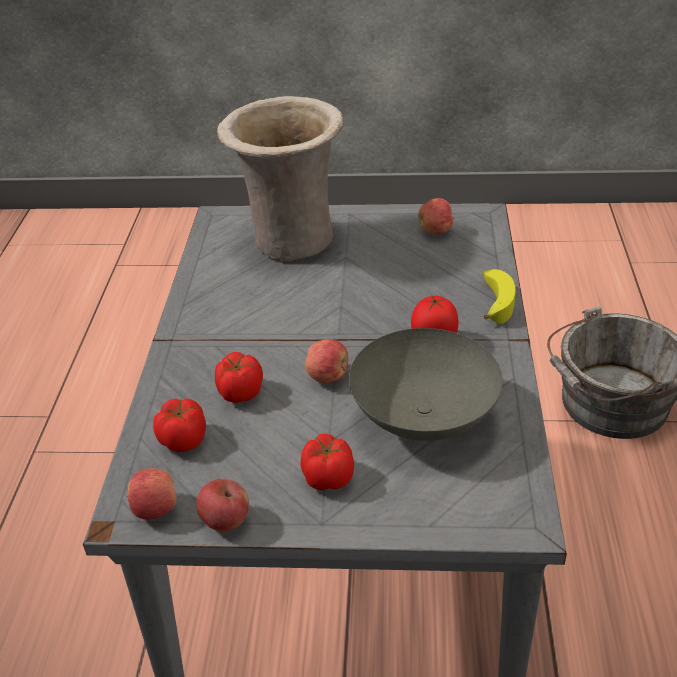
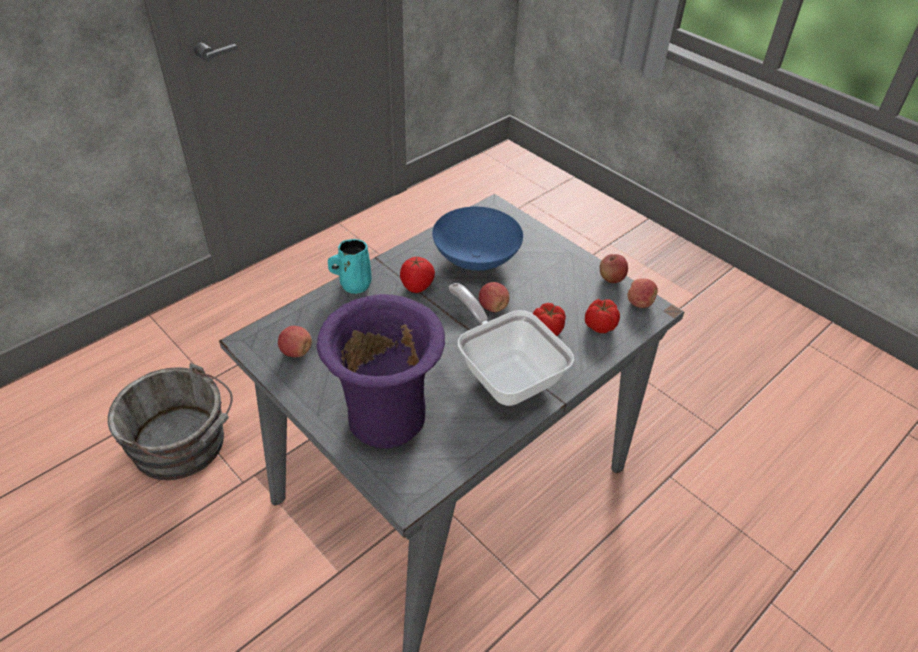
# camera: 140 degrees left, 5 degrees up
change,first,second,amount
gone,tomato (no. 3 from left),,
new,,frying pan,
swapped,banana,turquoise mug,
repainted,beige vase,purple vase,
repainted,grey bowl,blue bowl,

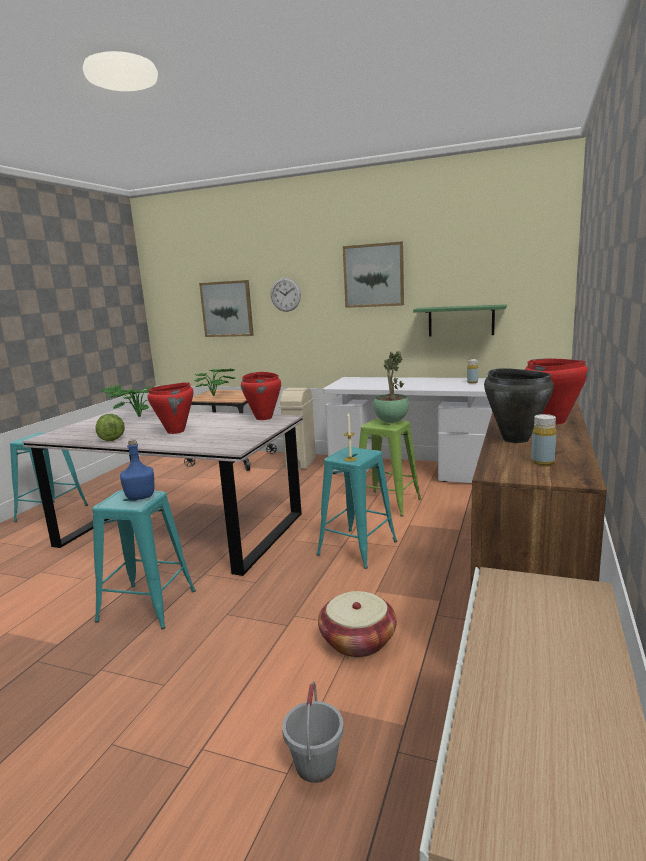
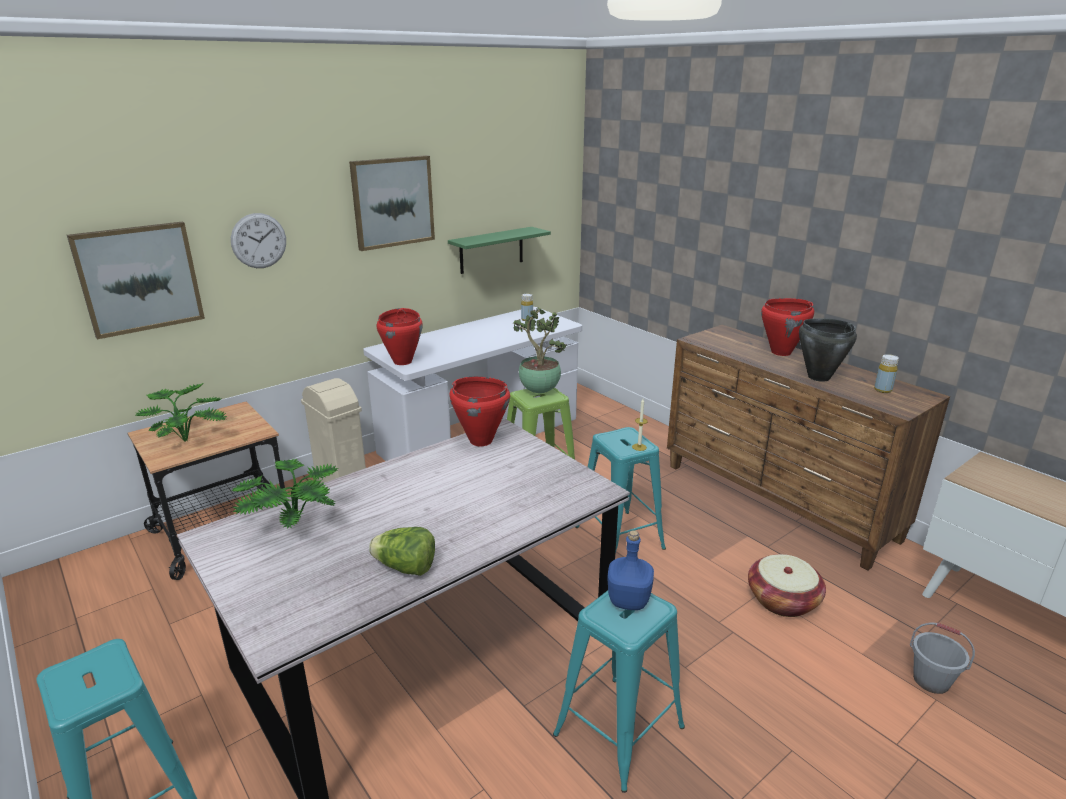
# camera: 60 degrees left, 10 degrees up
change,first,second,amount
shifted,red cooking pot (no. 1 from left),,

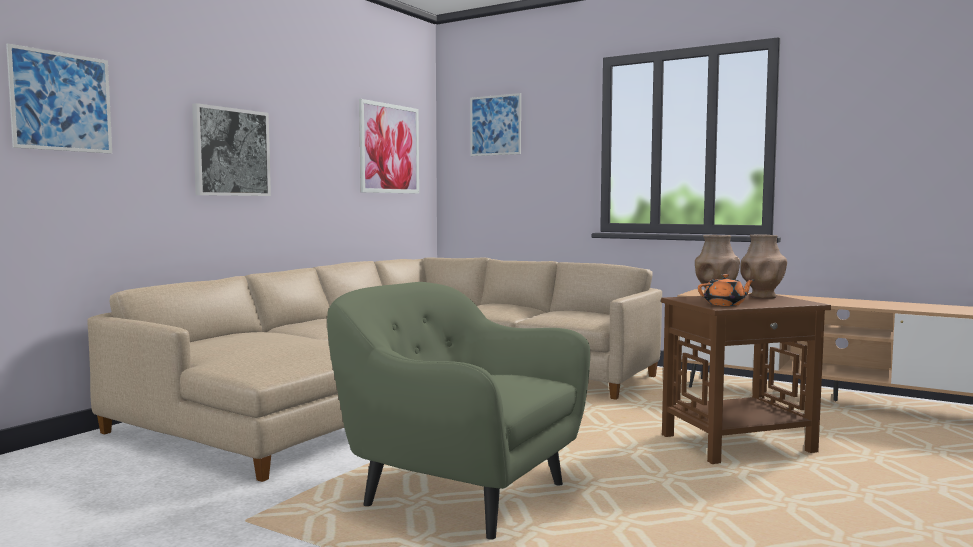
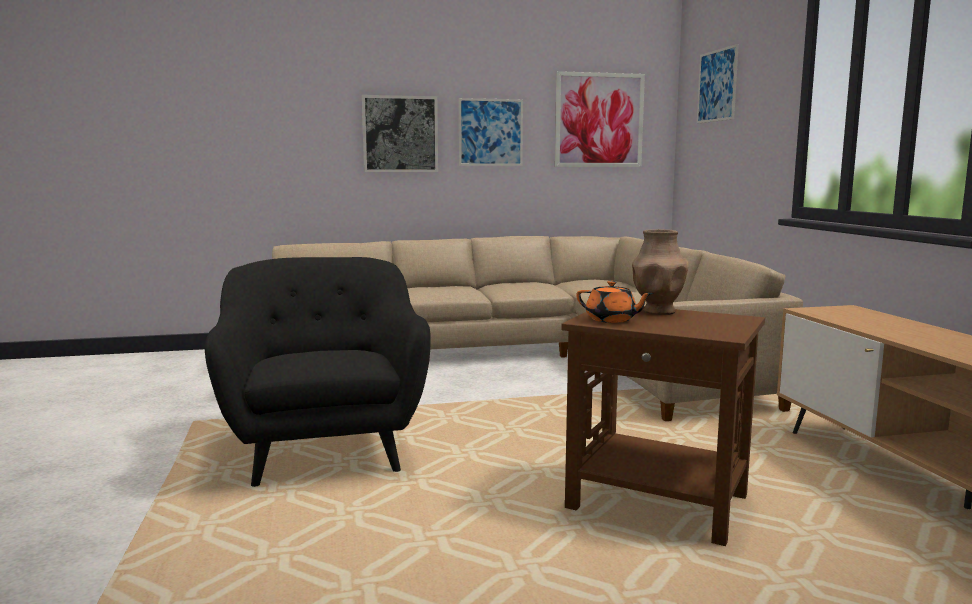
# camera: 45 degrees right, 5 degrees up
change,first,second,amount
gone,brown vase (no. 2 from left),,
shifted,picture (no. 1 from left in the first image),picture (no. 2 from left),
repainted,green armchair,black armchair,

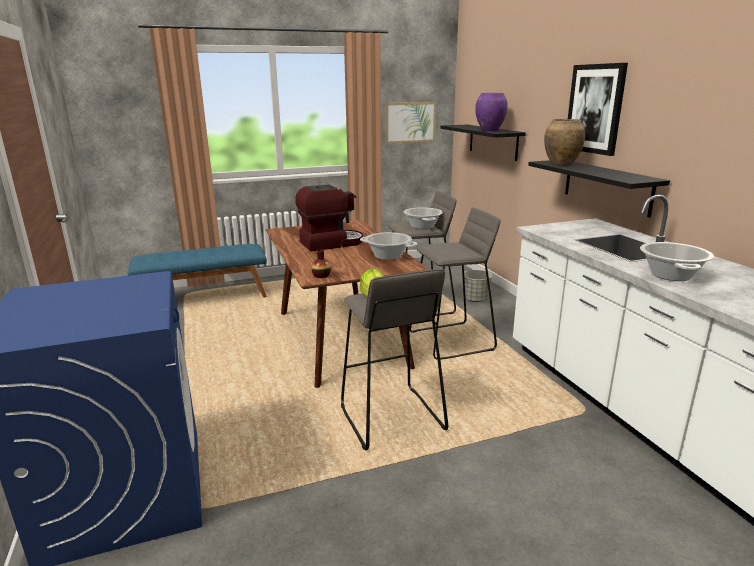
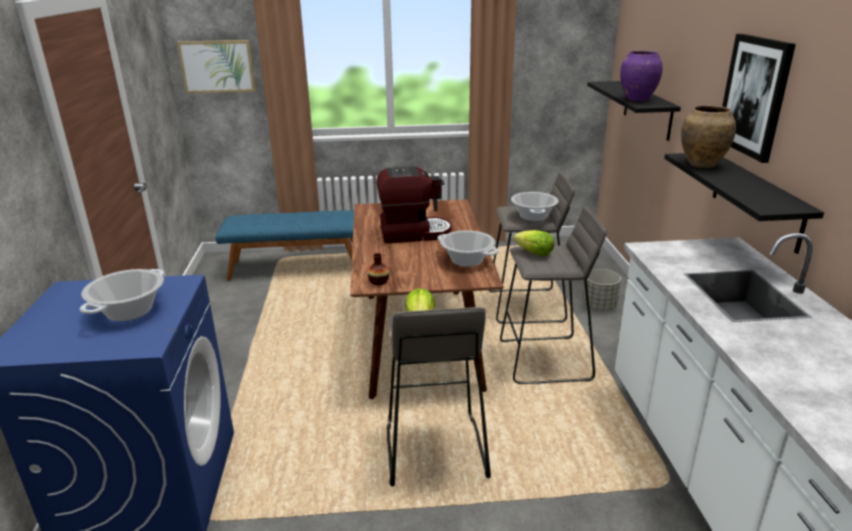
# camera: 15 degrees right, 5 degrees up
change,first,second,amount
new,,lettuce (no. 2 from left),
shifted,picture (no. 1 from left),,
shifted,cooking pot (no. 3 from left in the first image),cooking pot (no. 1 from left),

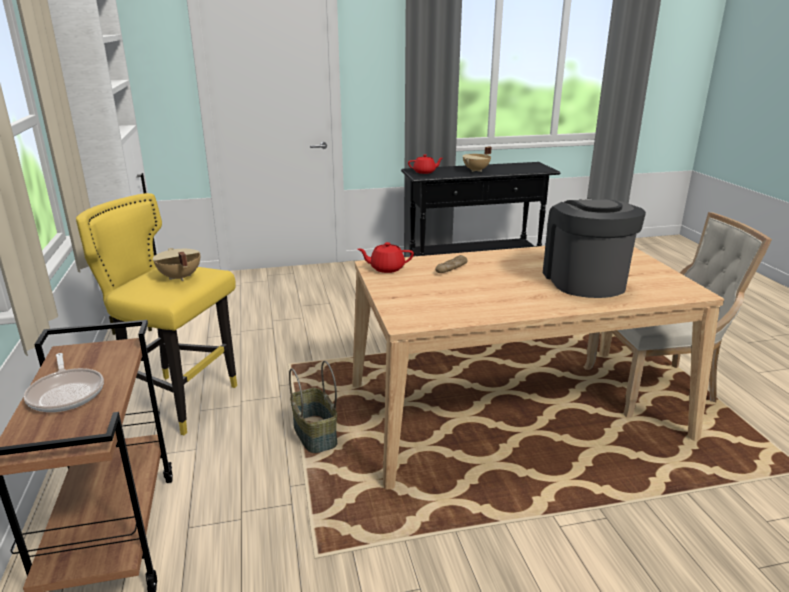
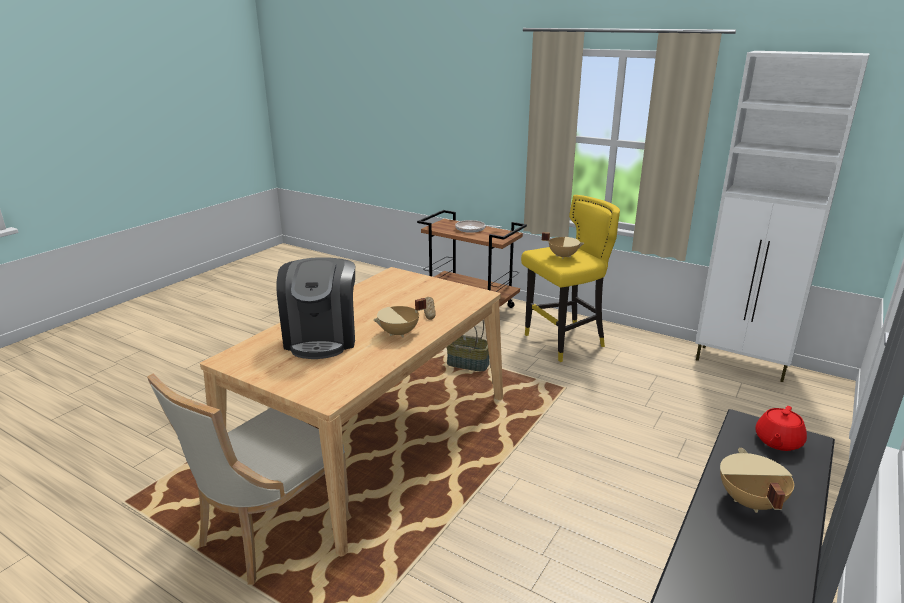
# camera: 135 degrees right, 0 degrees up
change,first,second,amount
gone,red teapot (no. 1 from left),,
new,,beige cooking pot (no. 1 from left),
rotated,coffee machine,,45 degrees clockwise

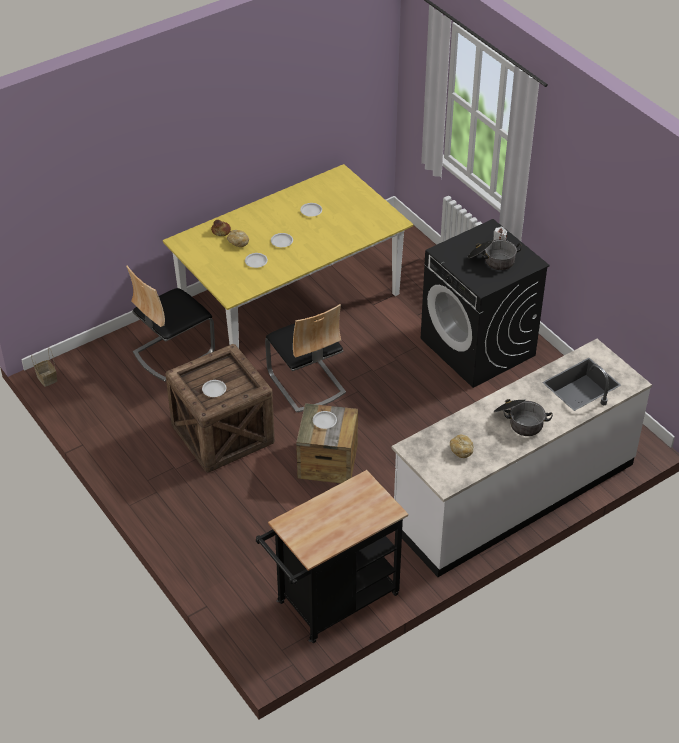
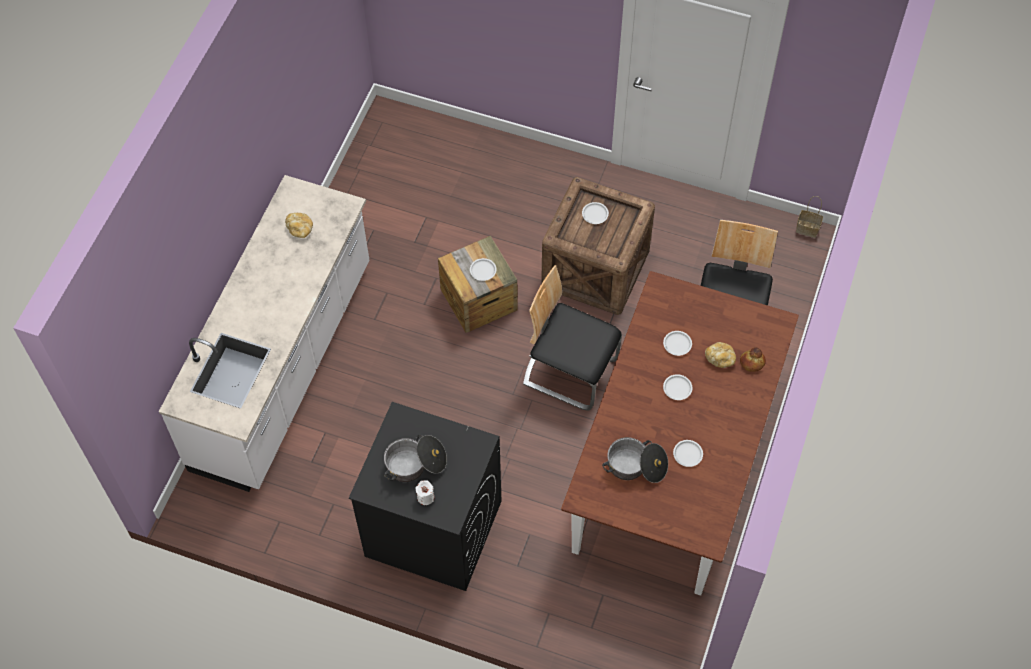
# camera: 145 degrees right, 15 degrees up
change,first,second,amount
gone,black cart,,
shifted,cooking pot (no. 2 from left),,
repainted,yellow dining table,brown dining table,

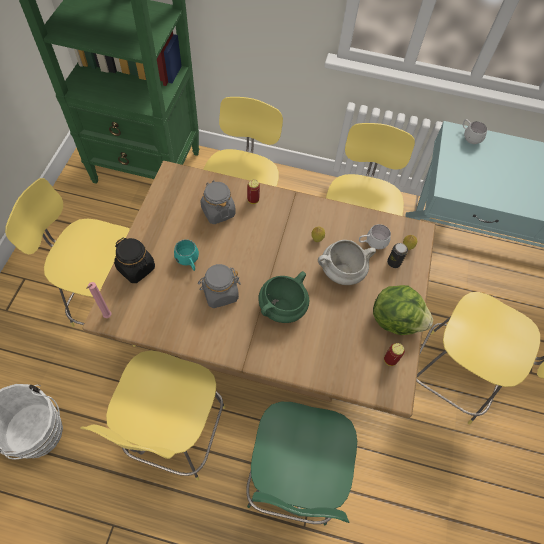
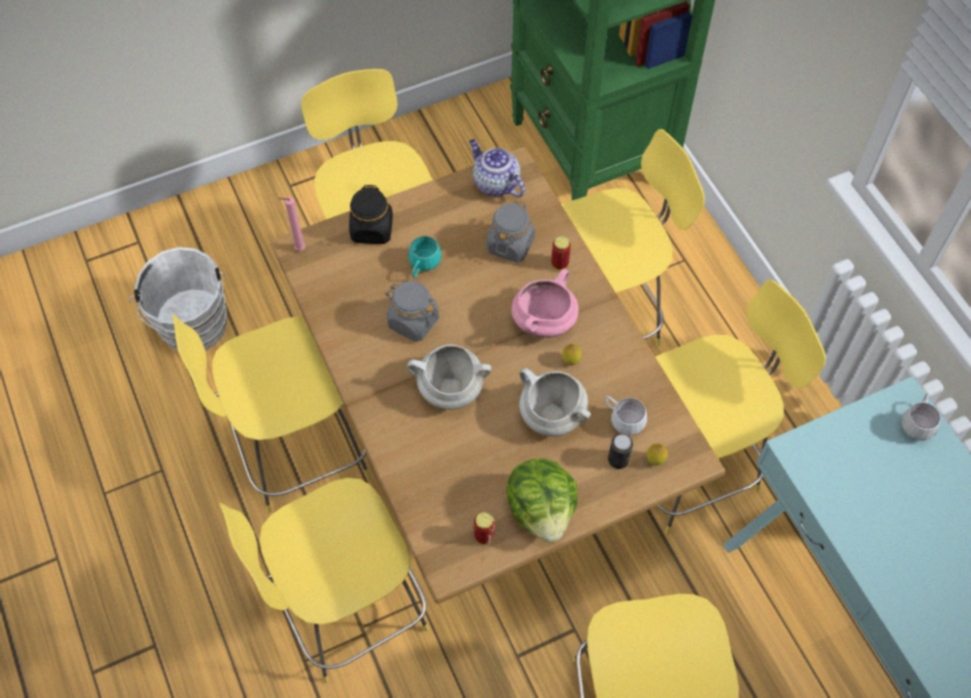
# camera: 55 degrees right, 0 degrees up
change,first,second,amount
new,,teapot,
new,,pink cooking pot,
repainted,green stool,yellow stool (no. 2 from left),
repainted,green cooking pot,white cooking pot (no. 1 from left),

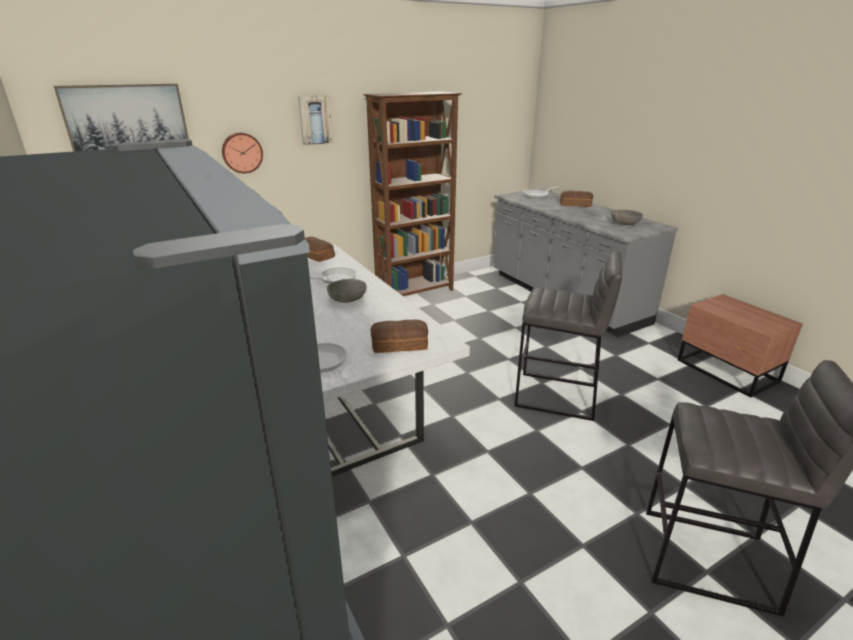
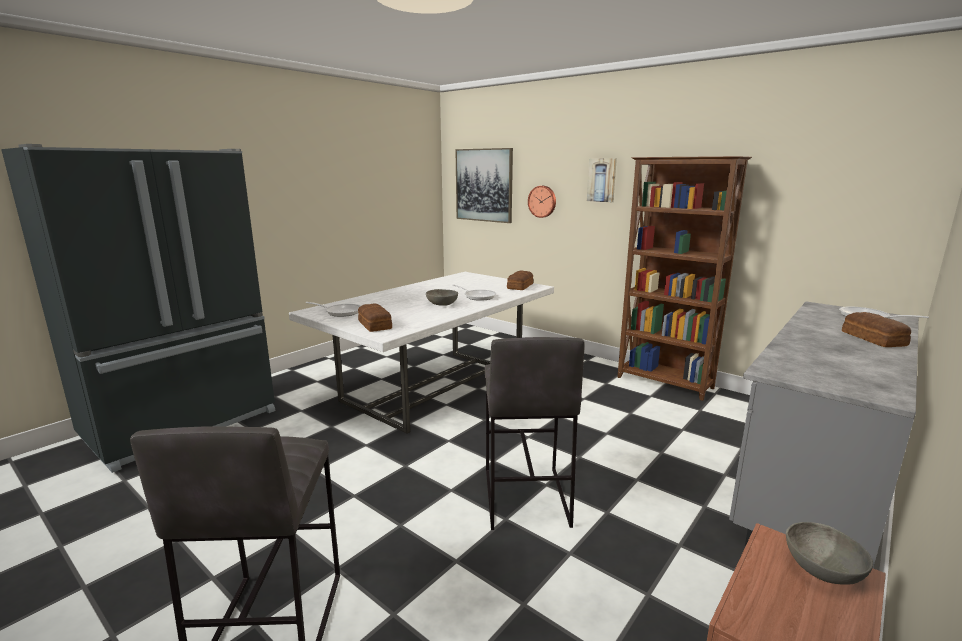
# camera: 70 degrees right, 10 degrees down
change,first,second,amount
shifted,grey bowl (no. 2 from left),,

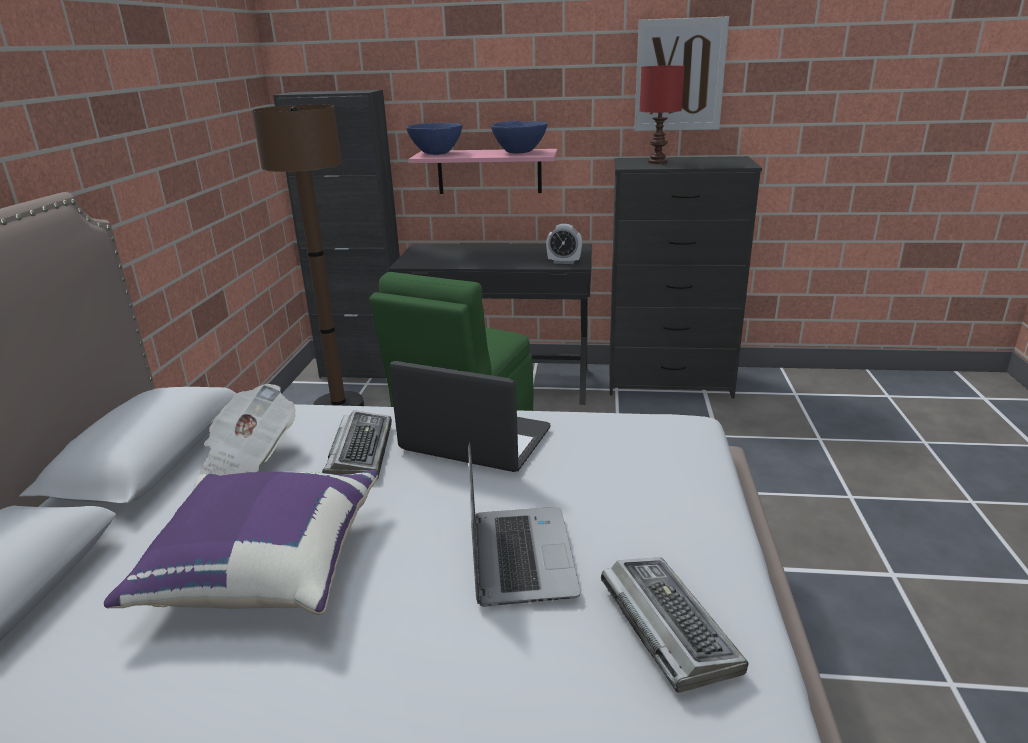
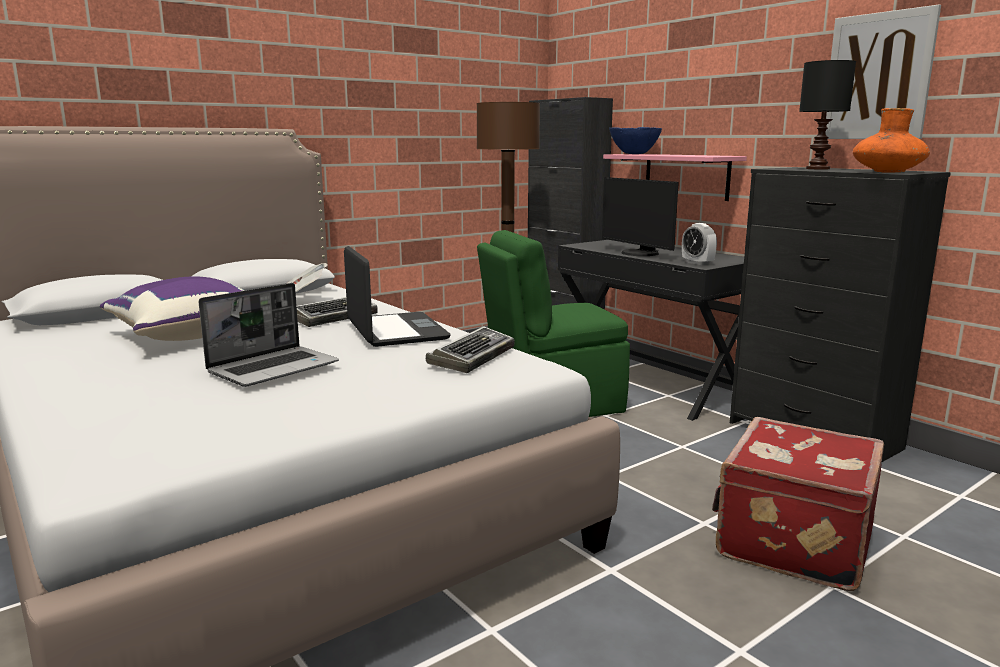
# camera: 45 degrees right, 10 degrees down
change,first,second,amount
gone,blue bowl (no. 2 from left),,
new,,monitor,
new,,red suitcase,
new,,orange vase,
shifted,keyboard (no. 2 from left),,
repainted,red table lamp,black table lamp,

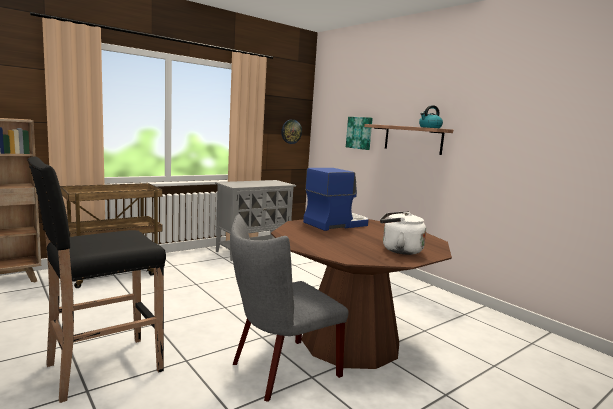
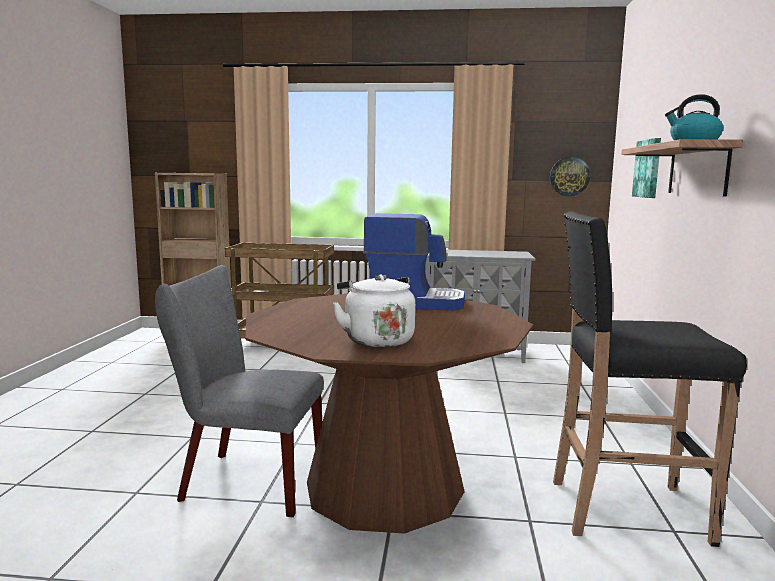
# camera: 45 degrees right, 0 degrees up
change,first,second,amount
shifted,black stool,,

